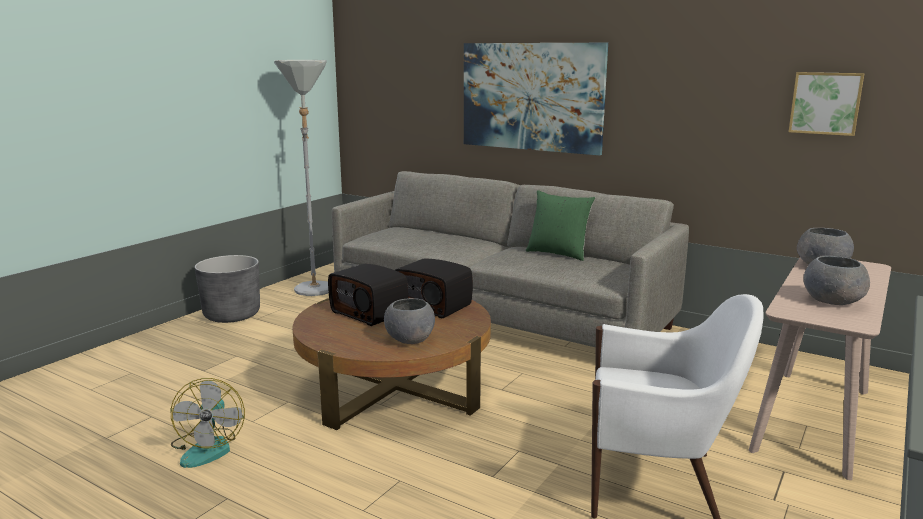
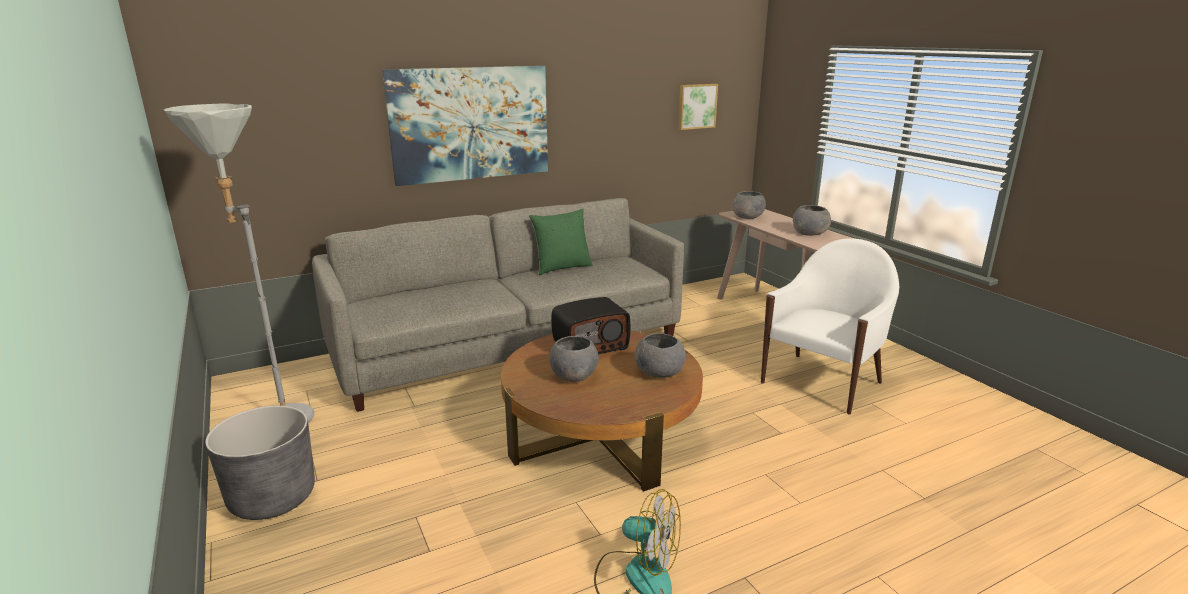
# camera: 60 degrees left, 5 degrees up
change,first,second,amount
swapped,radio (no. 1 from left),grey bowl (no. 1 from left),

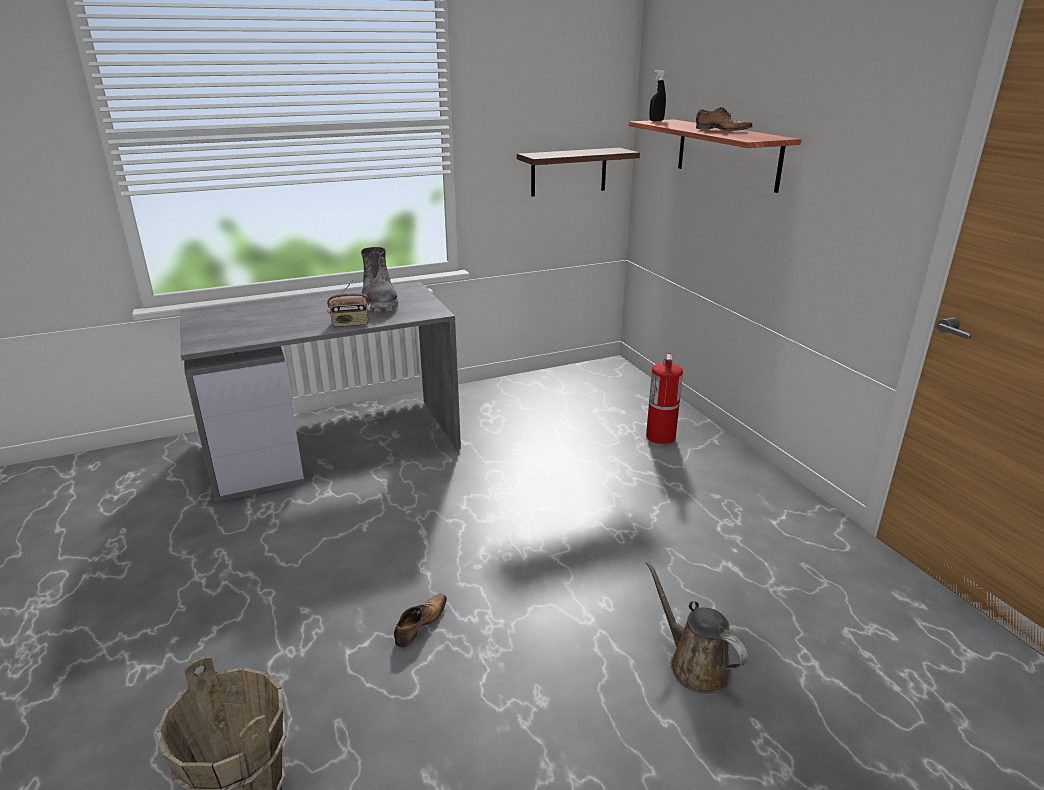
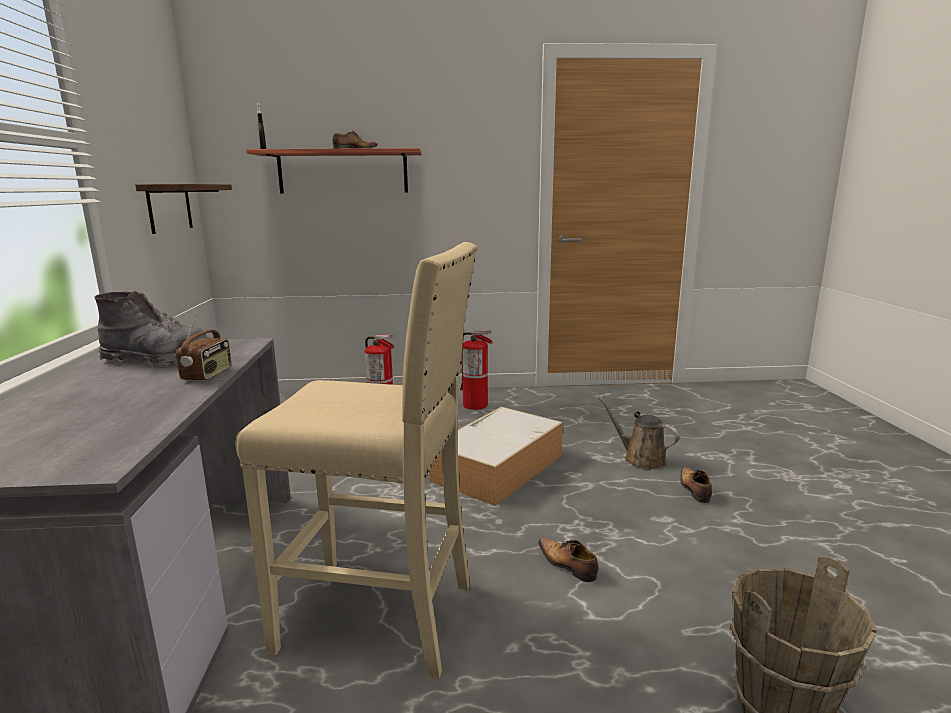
# camera: 70 degrees left, 10 degrees down
change,first,second,amount
new,,beige stool,
new,,storage box,
new,,fire extinguisher (no. 2 from left),
new,,shoe (no. 3 from left),
rotated,brown watering can,,60 degrees clockwise

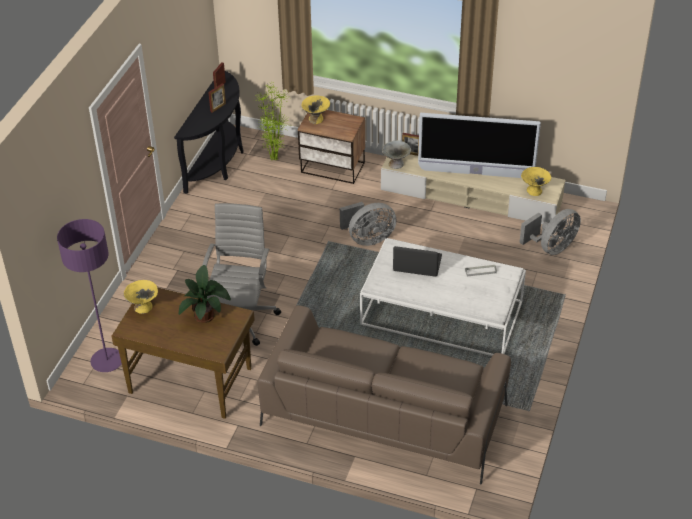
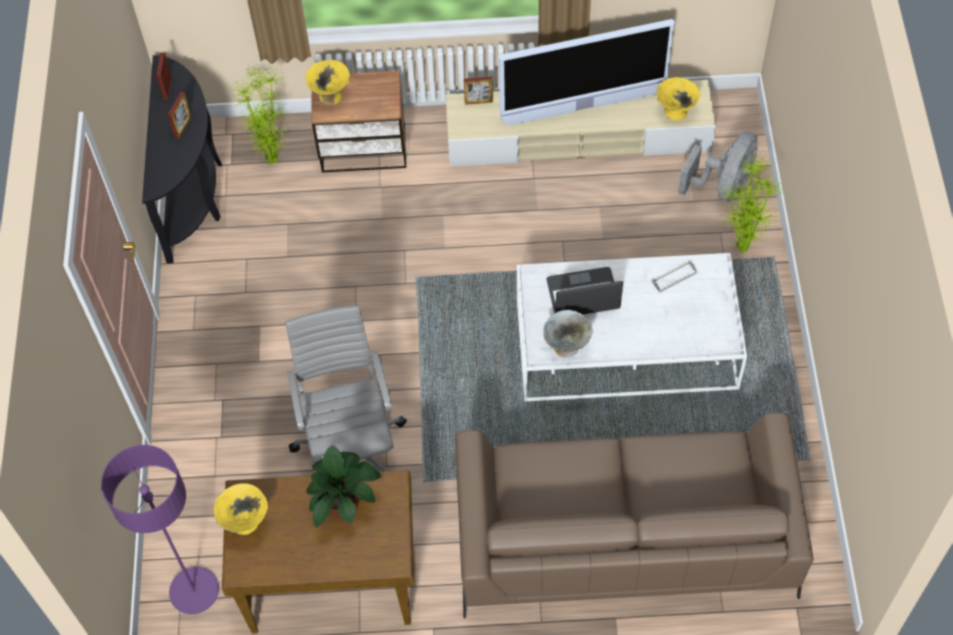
# camera: 20 degrees left, 15 degrees up
change,first,second,amount
gone,grey fan (no. 1 from left),,
new,,potted plant (no. 3 from left),
shifted,grey bowl,,

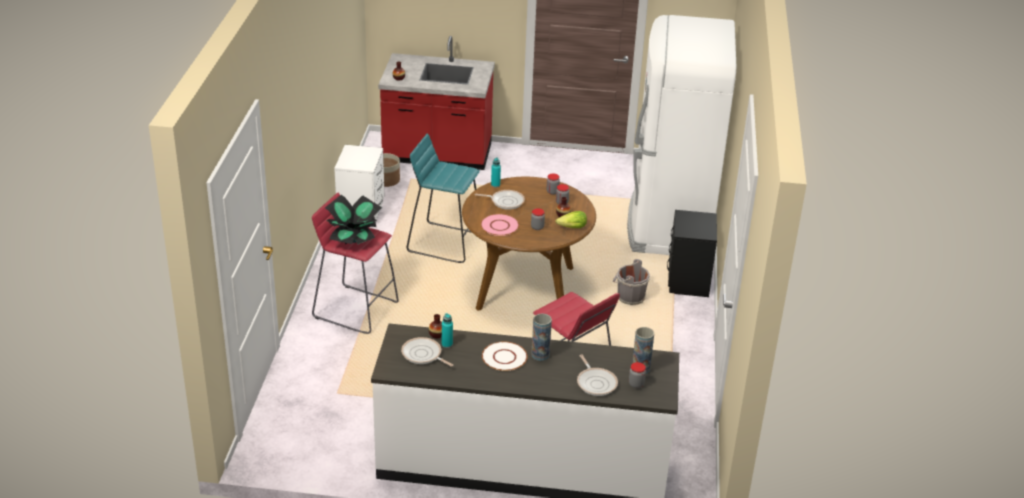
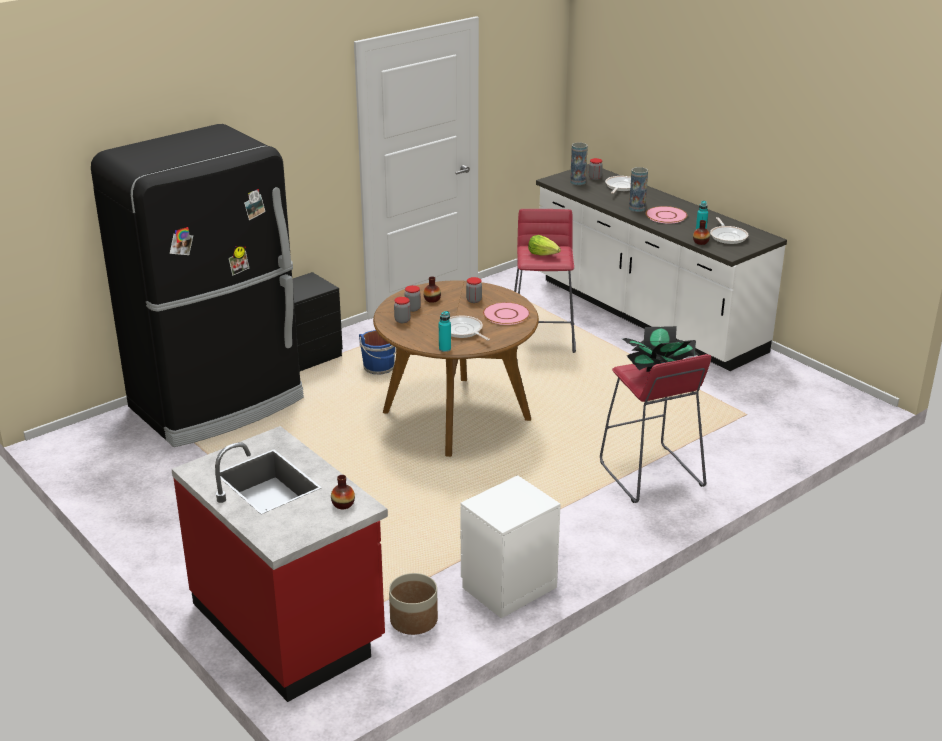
# camera: 135 degrees left, 5 degrees down
change,first,second,amount
gone,turquoise stool,,
shifted,lettuce,,
repainted,white plate,pink plate (no. 2 from left),
repainted,grey bucket,blue bucket,
repainted,white fridge,black fridge,

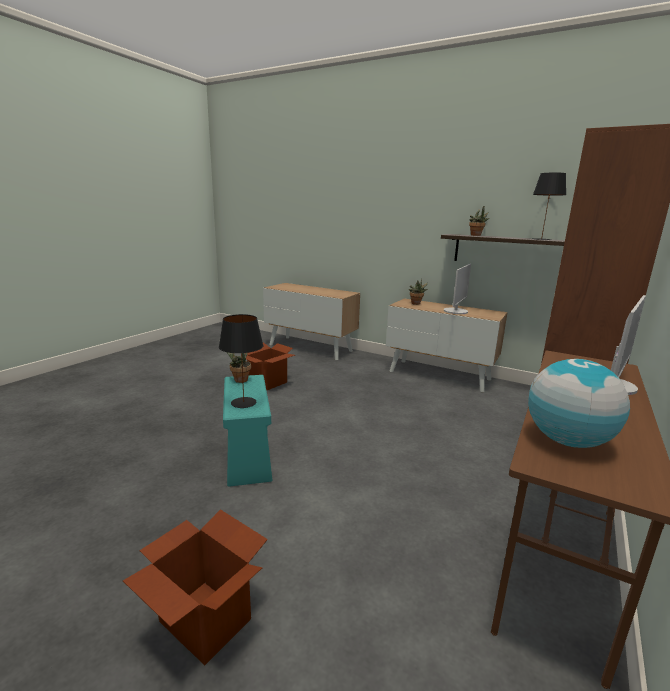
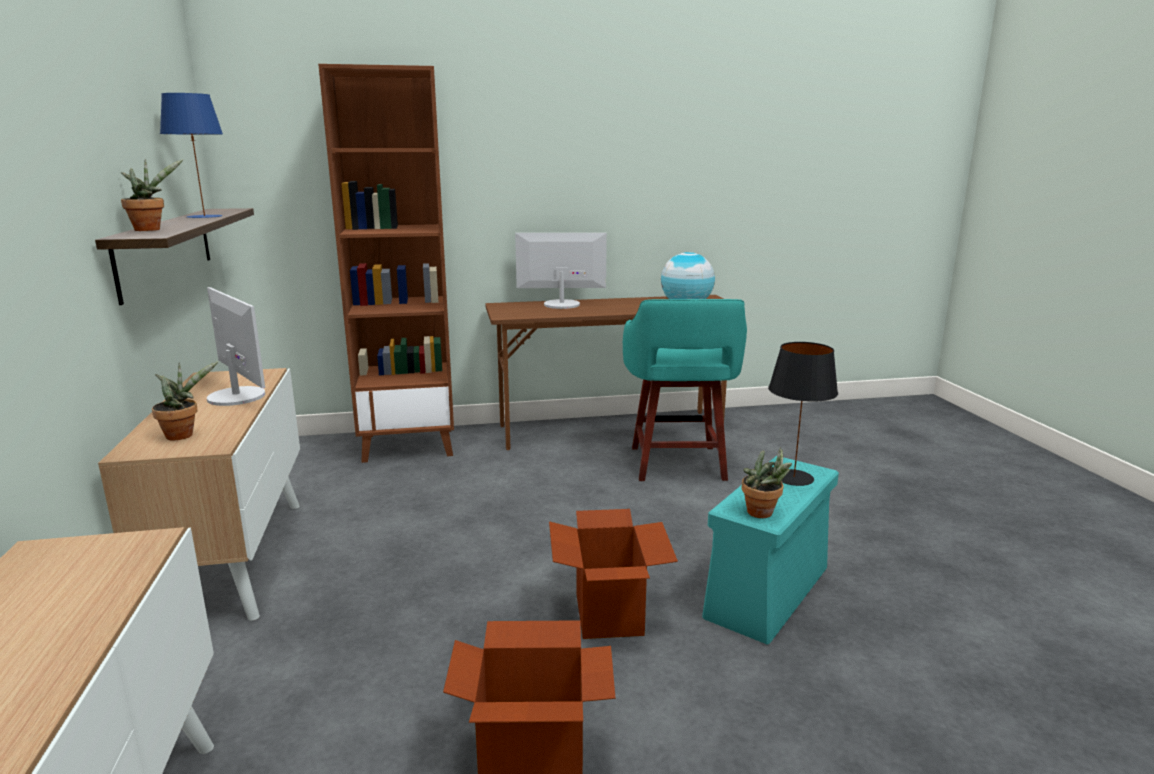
# camera: 130 degrees left, 0 degrees up
change,first,second,amount
new,,turquoise stool,
shifted,cardboard box (no. 1 from left in the first image),cardboard box (no. 2 from left),
repainted,black table lamp (no. 2 from left),blue table lamp,
rotated,monitor (no. 1 from left),,60 degrees clockwise

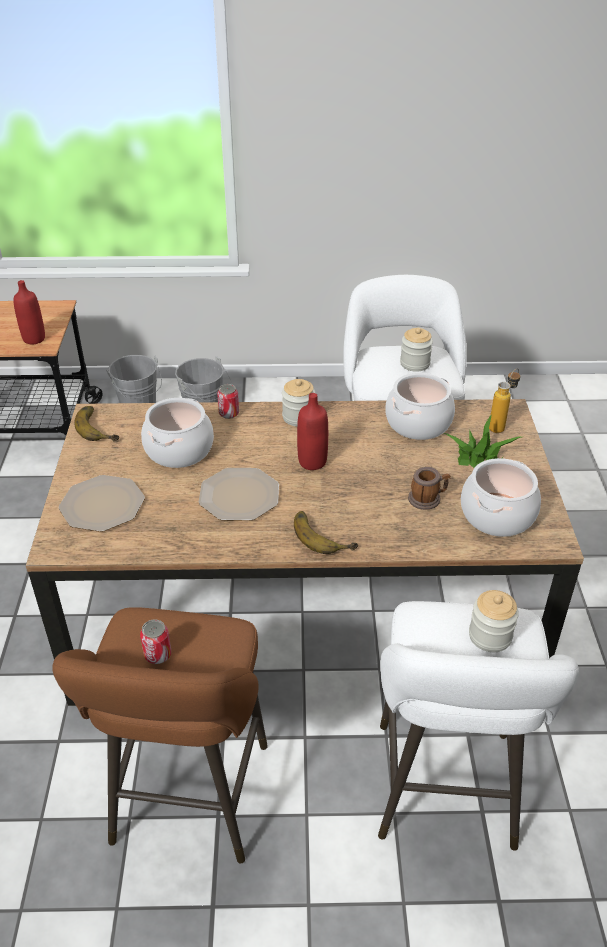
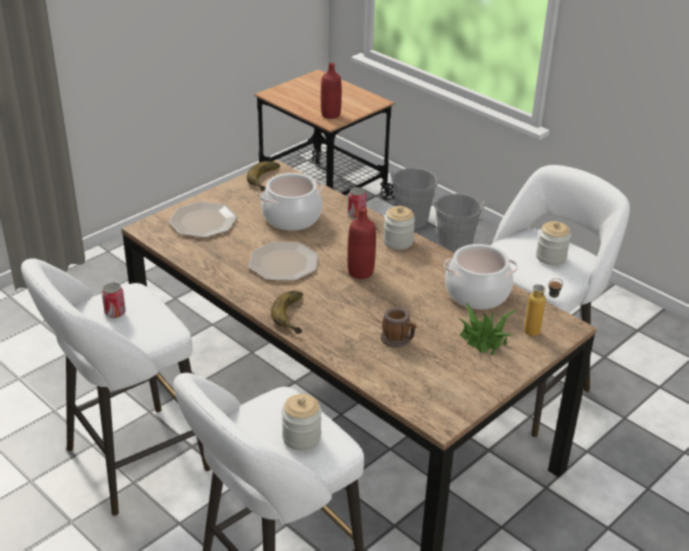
# camera: 45 degrees right, 5 degrees down
change,first,second,amount
gone,cooking pot (no. 3 from left),,
repainted,brown stool,white stool (no. 1 from left),

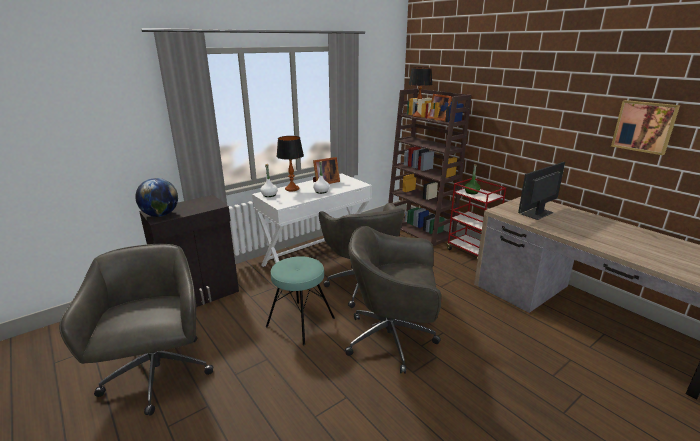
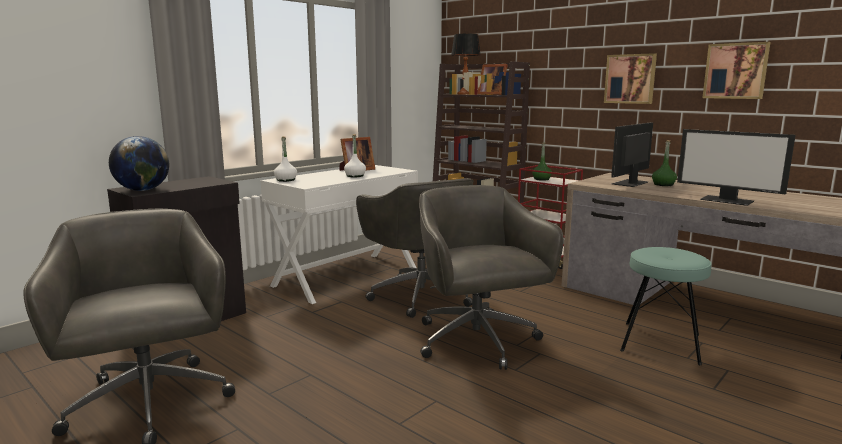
# camera: 10 degrees left, 10 degrees down
change,first,second,amount
gone,table lamp (no. 1 from left),,
new,,picture (no. 1 from left),
new,,green bottle (no. 2 from left),
new,,monitor (no. 2 from left),
shifted,turquoise stool,,
rotated,grey office chair (no. 3 from left),,75 degrees clockwise

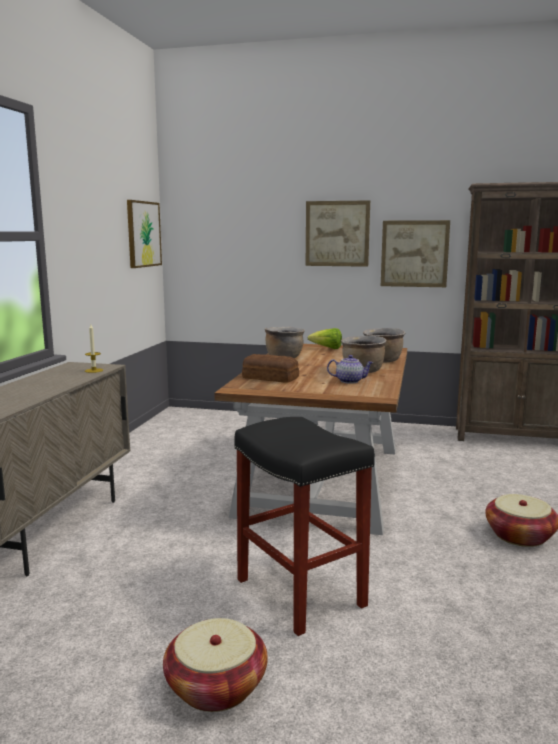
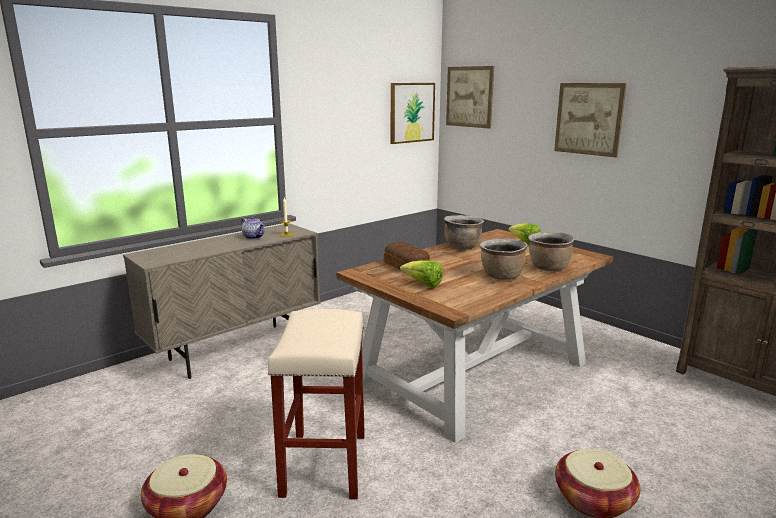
# camera: 35 degrees right, 5 degrees up
change,first,second,amount
new,,lettuce (no. 1 from left),
shifted,teapot,,
shifted,picture (no. 3 from left in the first image),picture (no. 2 from left),
repainted,black stool,beige stool,

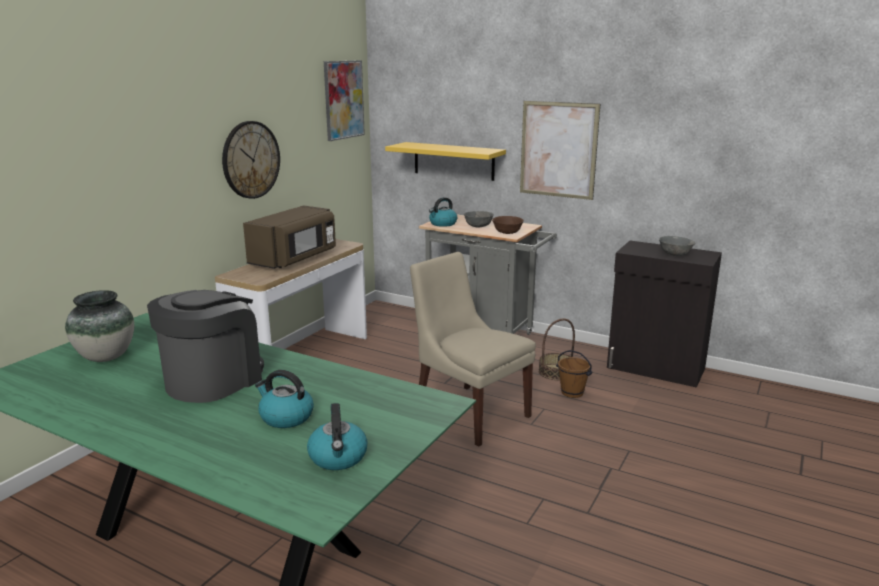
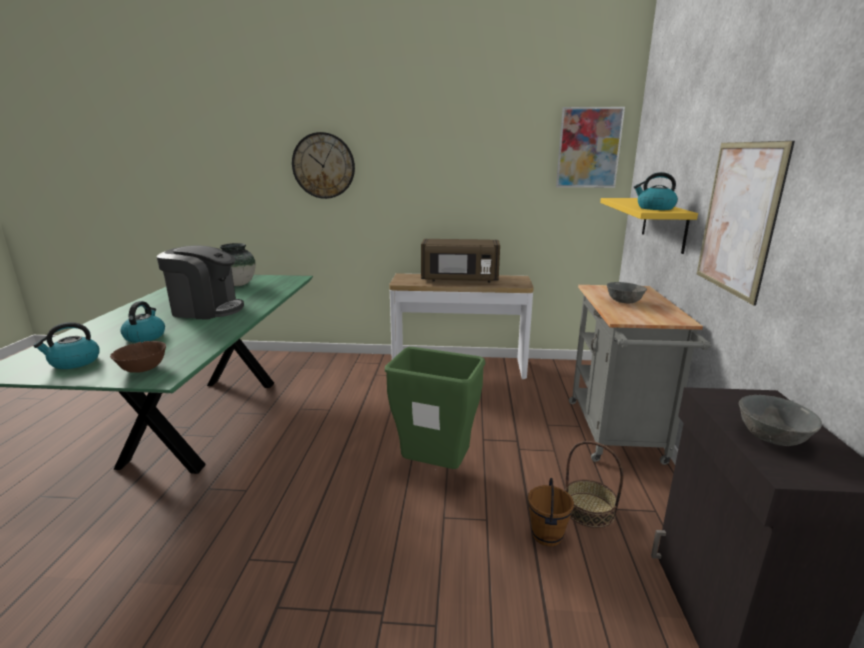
# camera: 65 degrees right, 0 degrees up
change,first,second,amount
shifted,wall clock,,
shifted,kettle (no. 3 from left),,
shifted,brown bowl,,
swapped,beige chair,green trash can,

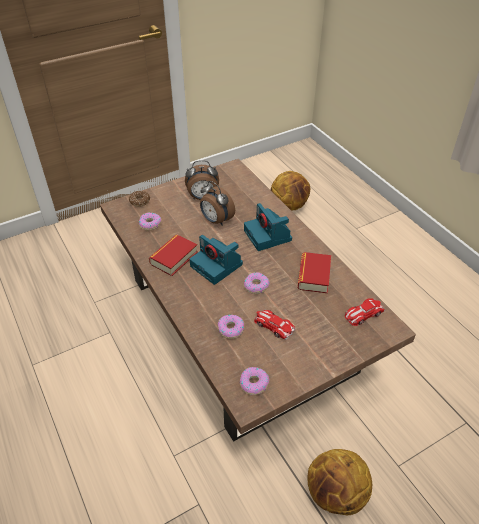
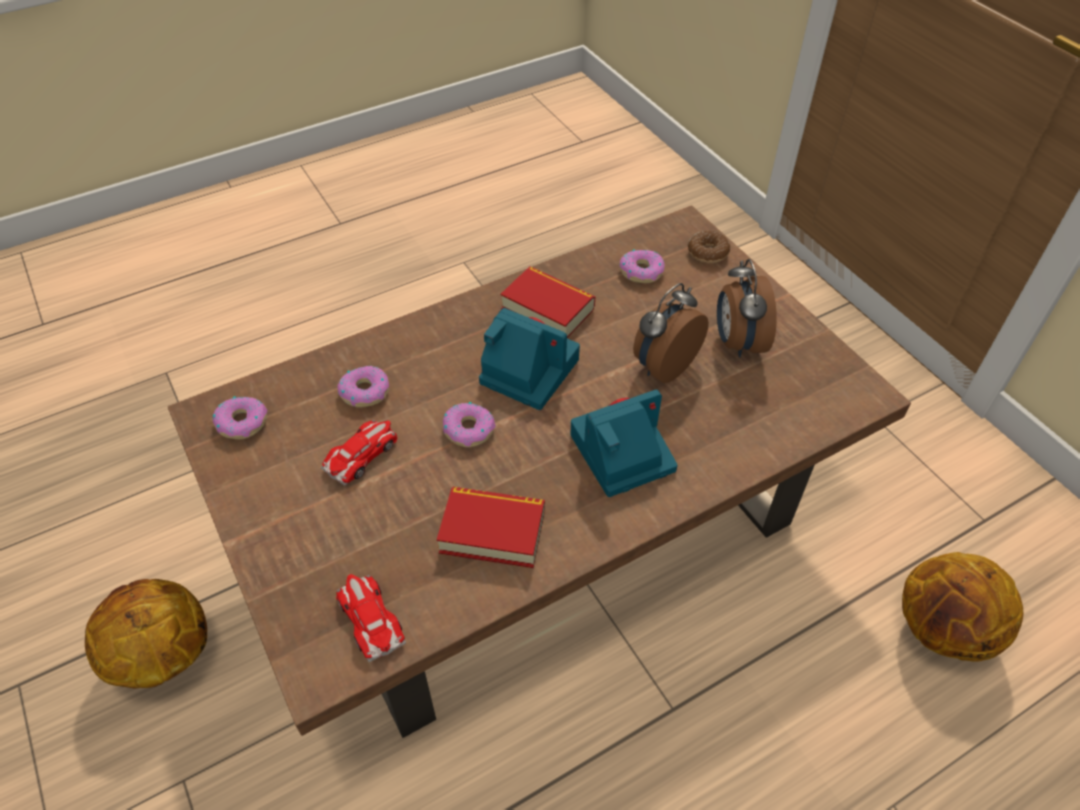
# camera: 90 degrees right, 5 degrees up
change,first,second,amount
rotated,photo camera (no. 1 from left),,75 degrees clockwise

